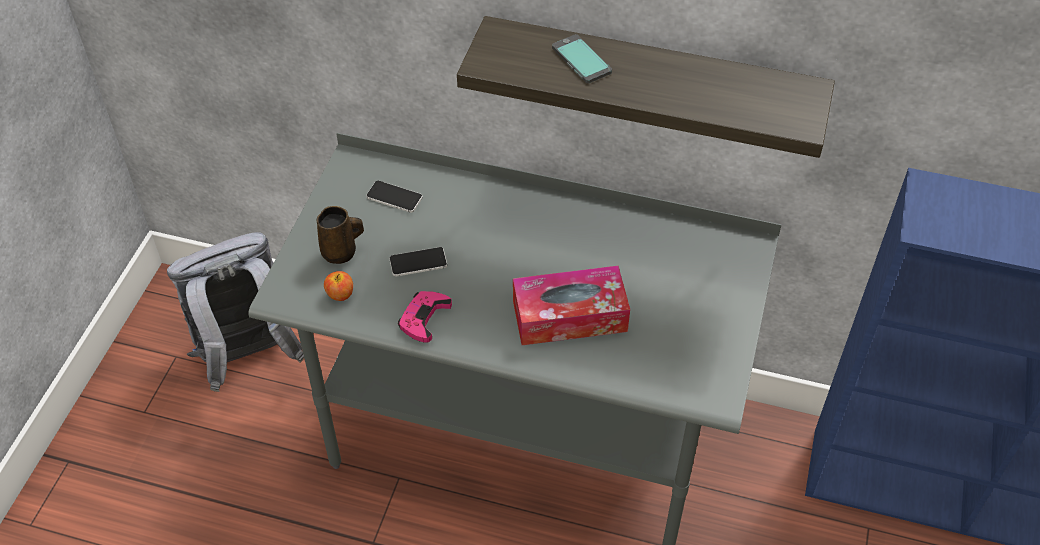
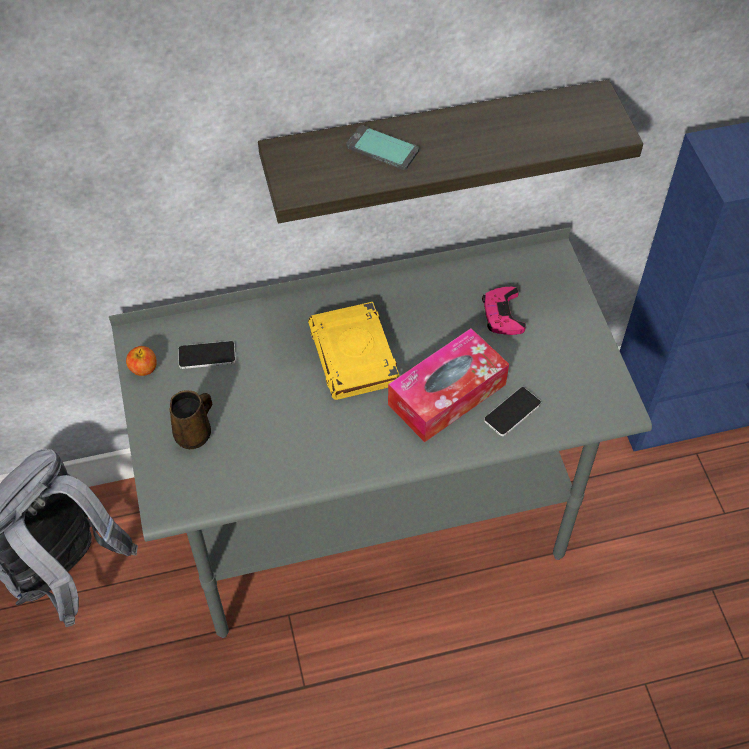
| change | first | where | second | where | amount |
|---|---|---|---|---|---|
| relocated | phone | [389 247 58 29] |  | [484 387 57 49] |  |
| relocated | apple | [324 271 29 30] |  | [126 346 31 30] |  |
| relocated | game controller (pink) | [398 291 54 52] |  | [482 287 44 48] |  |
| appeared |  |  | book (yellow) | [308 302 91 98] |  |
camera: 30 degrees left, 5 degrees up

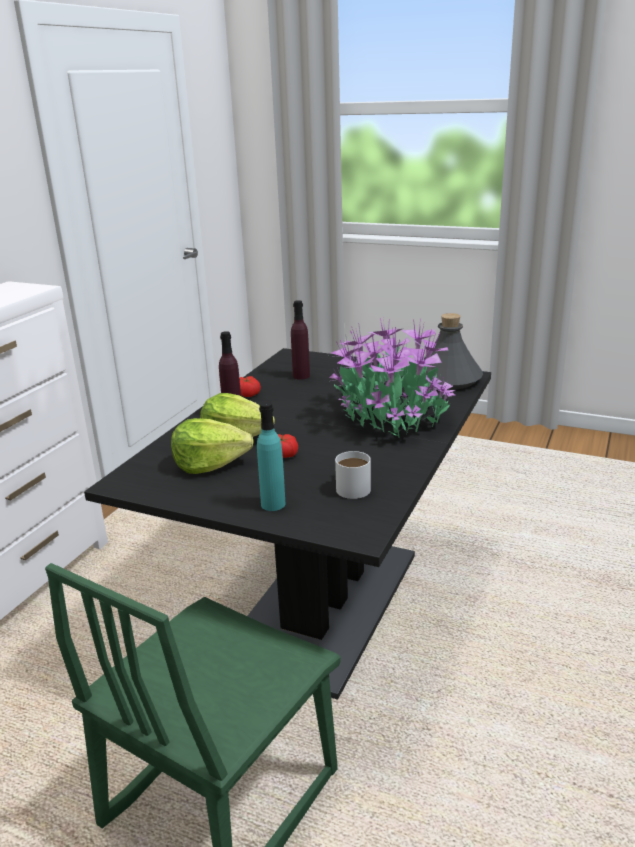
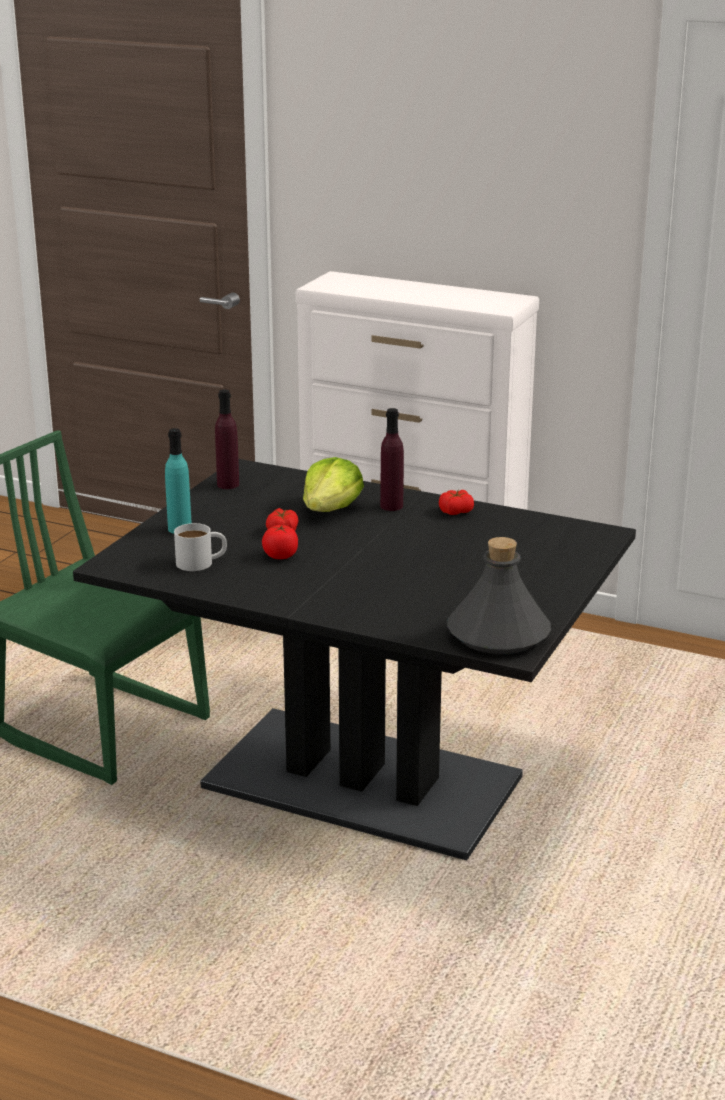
| change | first | where | second | where | amount |
|---|---|---|---|---|---|
| relocated | bottle (purple) | [291 300 19 80] |  | [215 389 24 100] |  |
| missing | potted plant | [329 317 126 121] |  |  |  |
| missing | lettuce | [171 418 83 56] |  |  |  |
| appeared |  |  | tomato | [262 525 36 34] |  |
camera: 90 degrees right, 0 degrees up

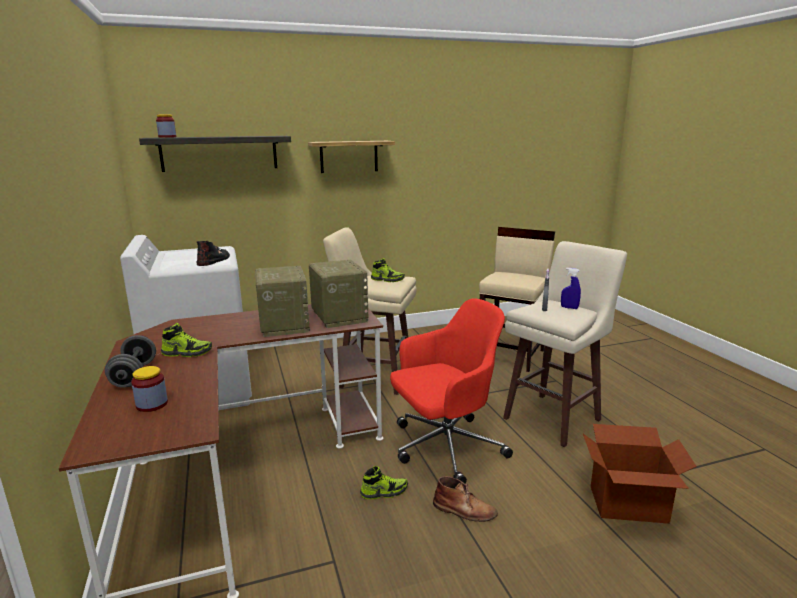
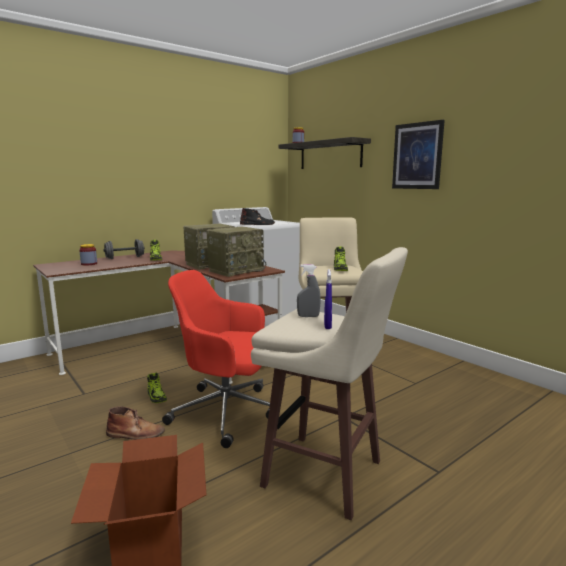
| change | first | where | second | where | amount |
|---|---|---|---|---|---|
| exchanged | shelf | [308 141 87 32] | picture | [392 120 53 69] |  |
| missing | stool (beige) | [479 227 76 145] |  |  |  |
| spun | office chair (red) | [390 298 123 186] |  | [162 270 108 178] | 150 degrees clockwise |
| spun | boot (brown) | [433 476 65 46] |  | [106 406 59 34] | 90 degrees counterclockwise |
camera: 70 degrees right, 5 degrees down

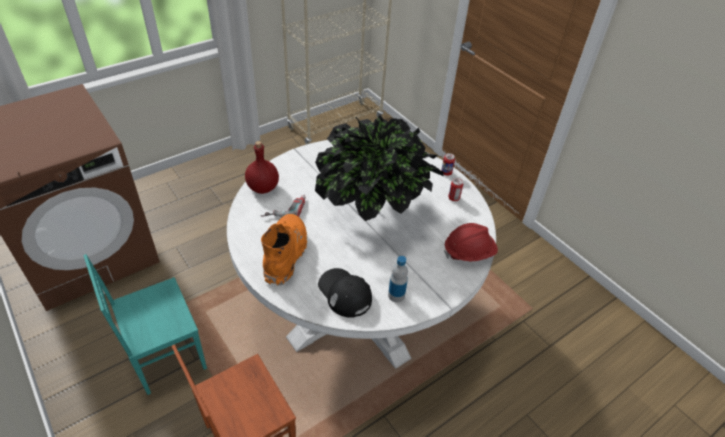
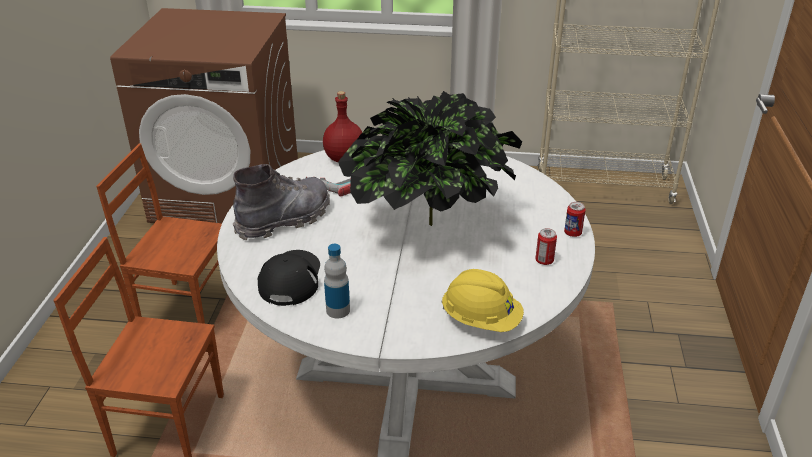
| change | first | where | second | where | amount |
|---|---|---|---|---|---|
| colour | boot (orange) | [261 214 46 71] | boot (grey) | [233 164 97 77] |  |
| colour | hard hat (red) | [444 223 54 38] | hard hat (yellow) | [442 269 82 63] |  |
| colour | chair (turquoise) | [84 254 123 141] | chair (brown) | [96 144 126 180] |  |
camera: 45 degrees right, 10 degrees down

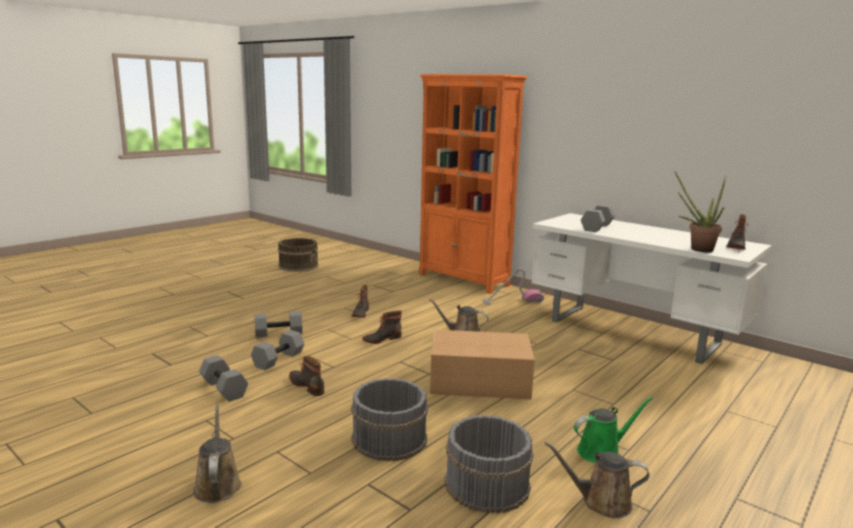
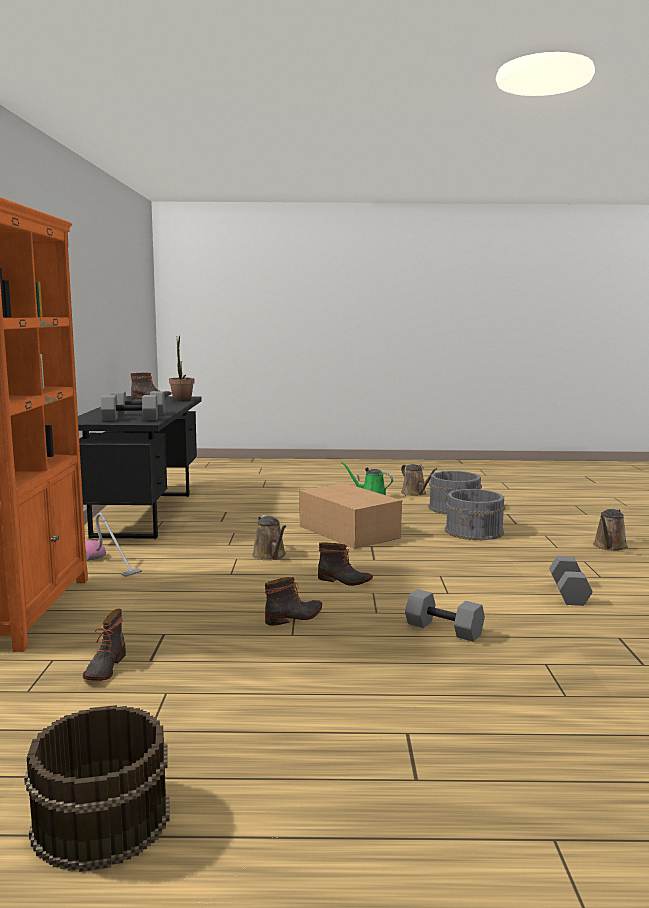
| change | first | where | second | where | amount |
|---|---|---|---|---|---|
| colour | desk (white) | [532 213 240 151] | desk (black) | [78 396 124 143] |  |
| relocated | dumbbell (grey) | [251 330 53 40] |  | [101 395 57 26] |  |
| relocated | boot | [289 356 35 40] |  | [83 609 43 72] |  |
camera: 130 degrees left, 5 degrees down

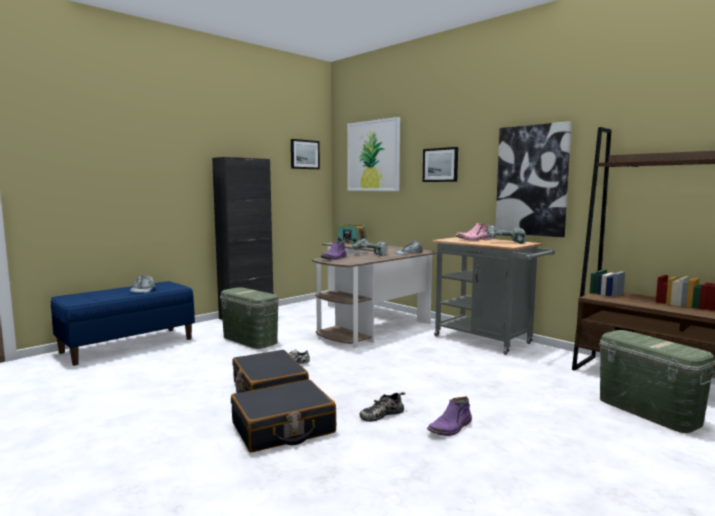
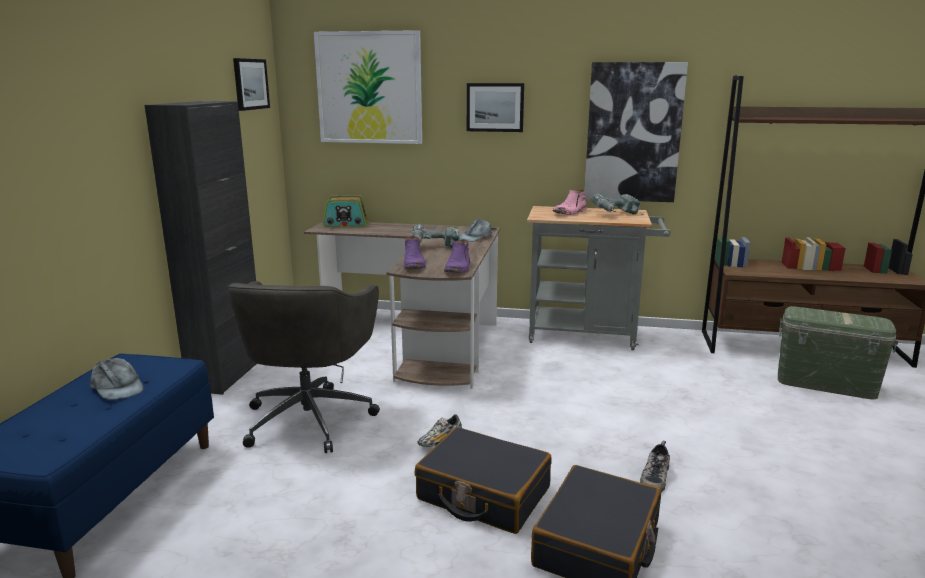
| change | first | where | second | where | amount |
|---|---|---|---|---|---|
| exchanged | storage box (green) | [220 287 59 62] | office chair (grey) | [227 281 153 172] |  |
| relocated | boot (purple) | [427 397 45 39] |  | [444 239 26 34] |  |
camera: 35 degrees left, 10 degrees up

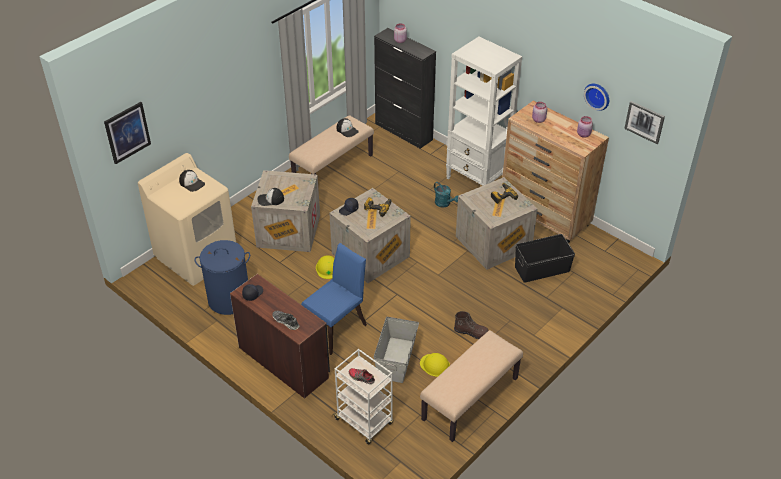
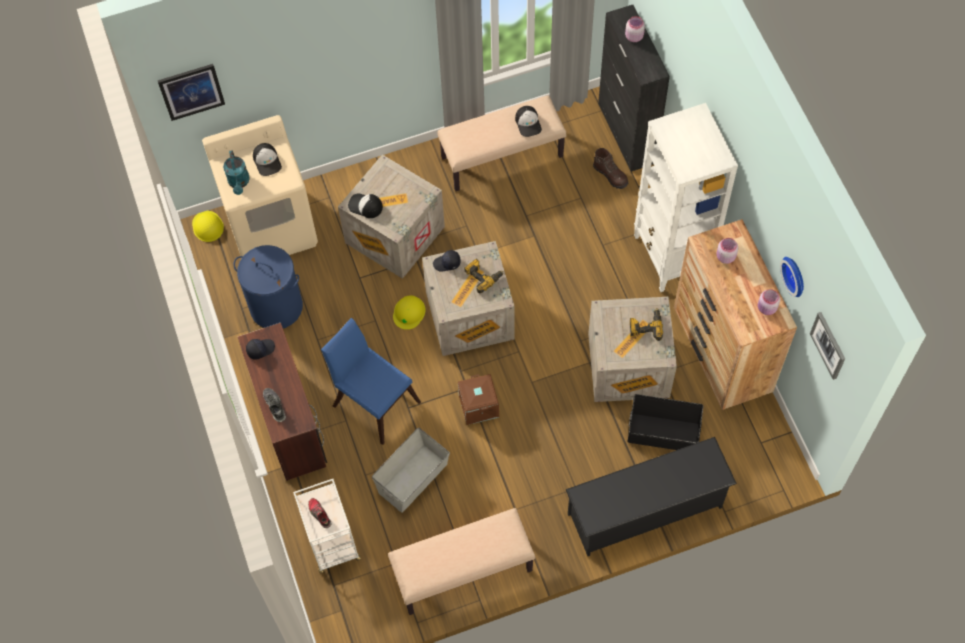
| change | first | where | second | where | amount |
|---|---|---|---|---|---|
| relocated | watering can (turquoise) | [434 182 24 26] |  | [223 150 27 45] |  |
| spun | chair (blue) | [301 243 66 112] |  | [321 318 100 127] | 120 degrees counterclockwise |
| relocated | boot (brown) | [454 311 35 29] |  | [593 148 35 41] |  |
| relocated | hard hat (yellow) | [420 353 30 24] |  | [192 211 32 31] |  |
| appeared |  |  | storage box (brown) | [458 374 41 51] |  |
| appeared |  |  | shoe rack (black) | [566 437 171 119] |  |
camera: 30 degrees right, 20 degrees up

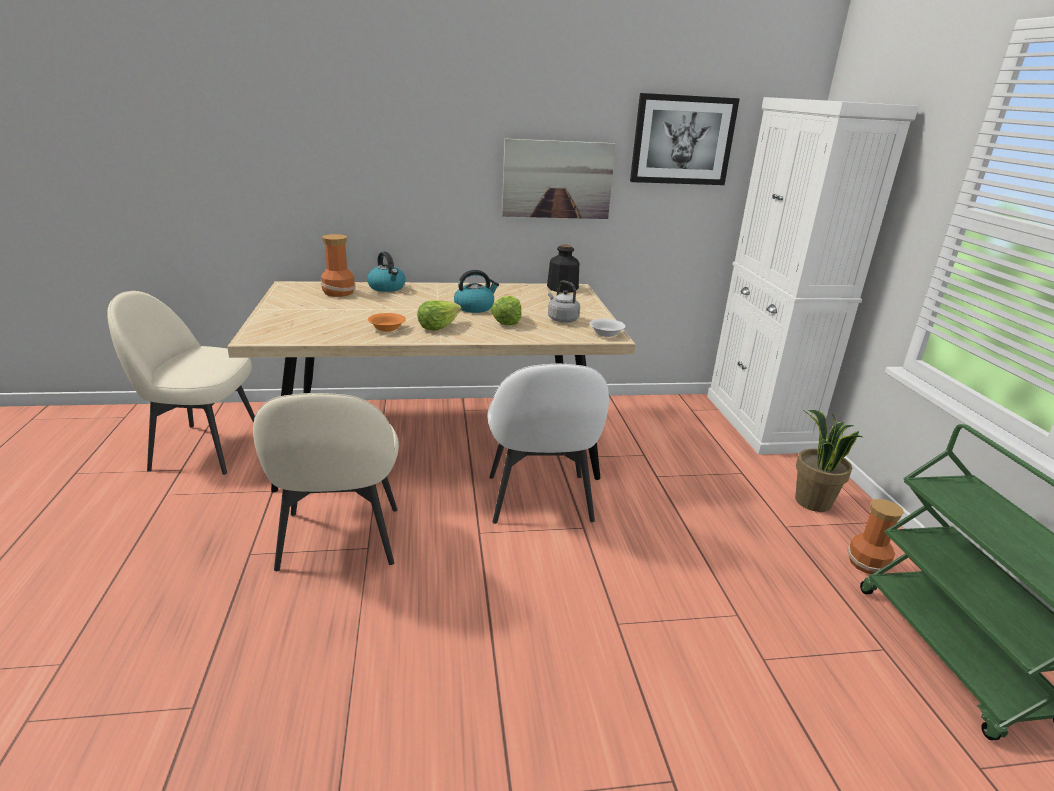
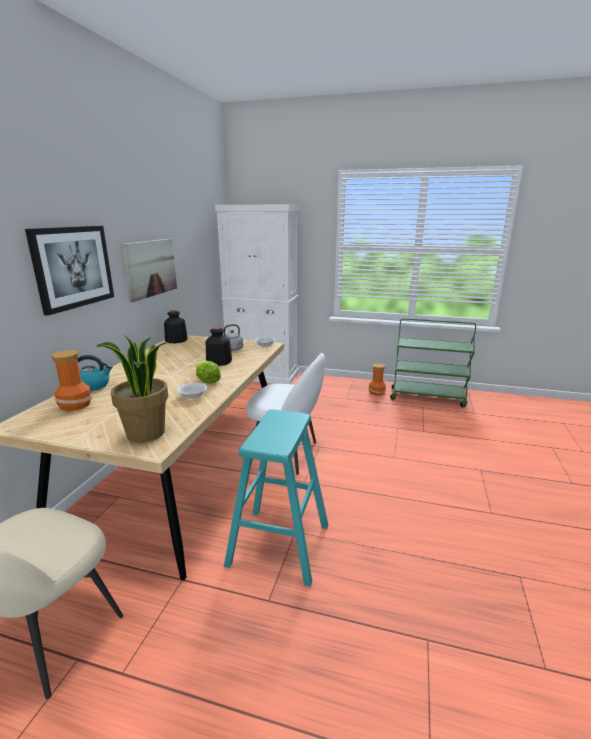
| change | first | where | second | where | amount |
|---|---|---|---|---|---|
| relocated | picture | [630 93 110 92] |  | [25 226 89 90] |  |
| missing | kettle | [454 270 45 43] |  |  |  |
| exchanged | lettuce | [491 295 31 30] | bottle | [206 327 26 39] |  |
| colour | bowl (orange) | [368 313 38 19] | bowl (white) | [177 383 30 16] |  |
| exchanged | chair (beige) | [253 393 146 178] | stool (turquoise) | [224 409 104 178] |  |
| relocated | potted plant | [795 410 68 102] |  | [96 336 72 107] |  |
camera: 65 degrees left, 5 degrees down

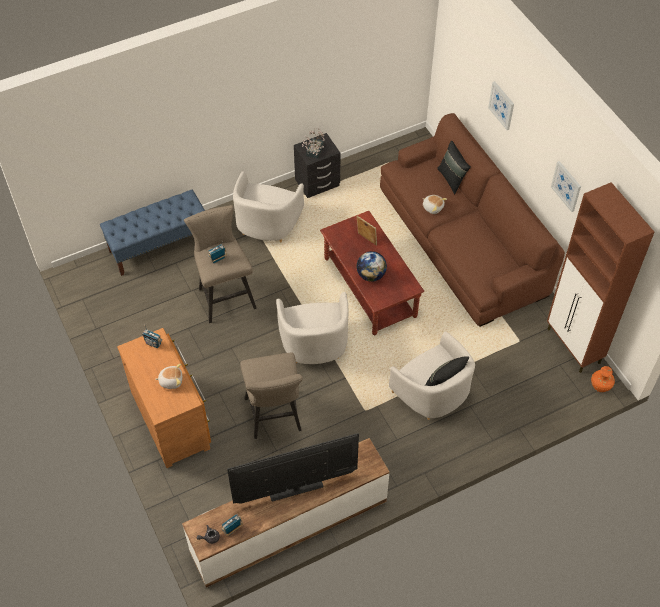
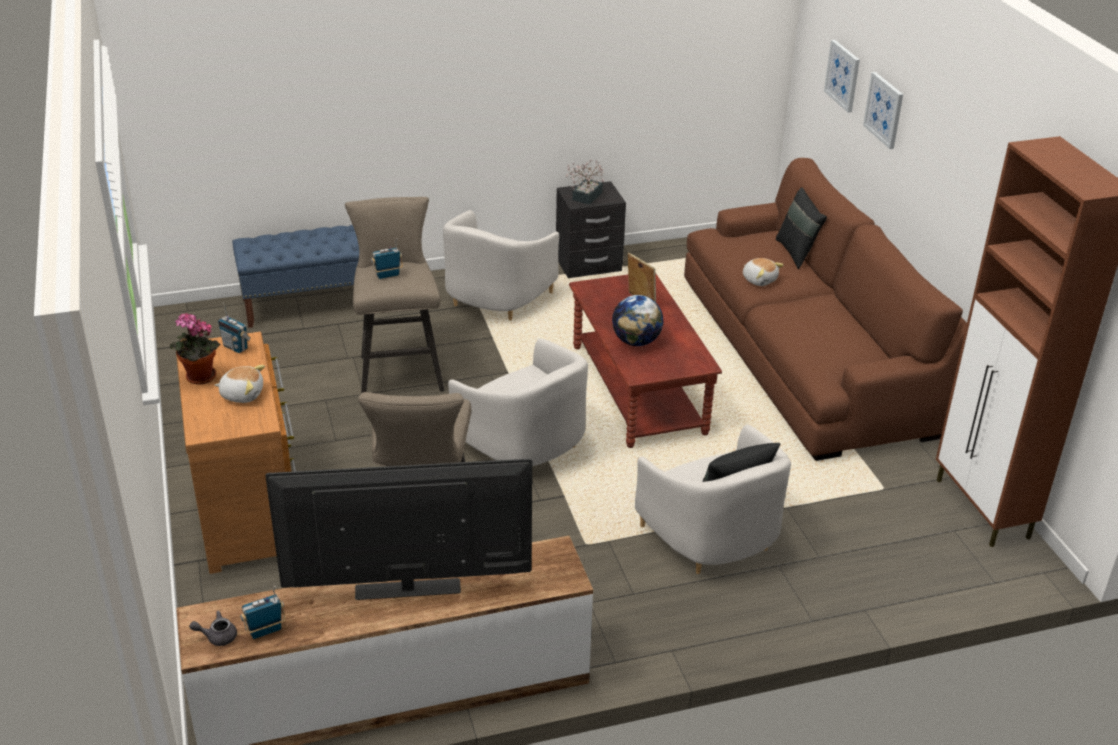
| change | first | where | second | where | amount |
|---|---|---|---|---|---|
| relocated | picture | [551 161 30 51] |  | [824 40 36 73] |  |
| spun | armchair (white) | [276 292 73 72] |  | [448 338 140 128] | 45 degrees counterclockwise |
| missing | vase (orange) | [591 366 24 26] |  |  |  |
| appeared |  |  | potted plant | [170 313 50 72] |  |
camera: 10 degrees right, 20 degrees down

